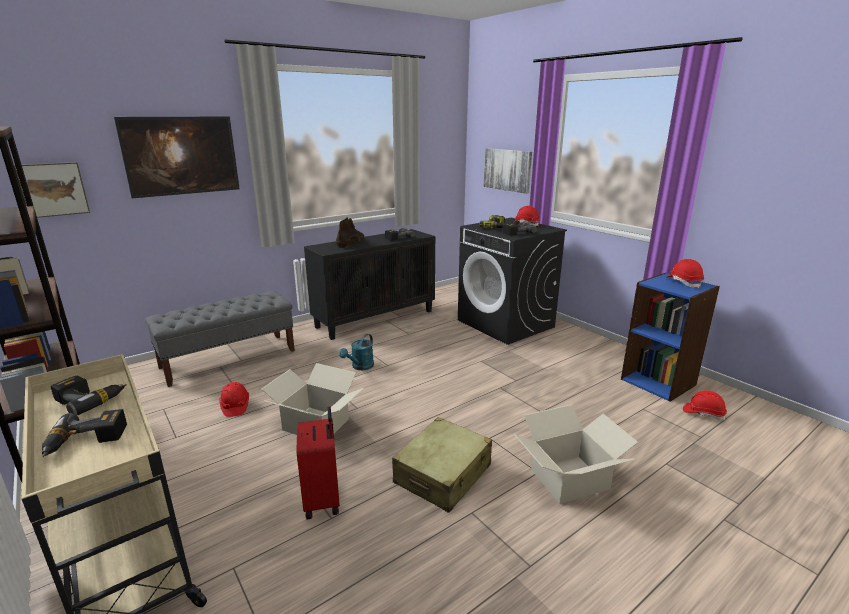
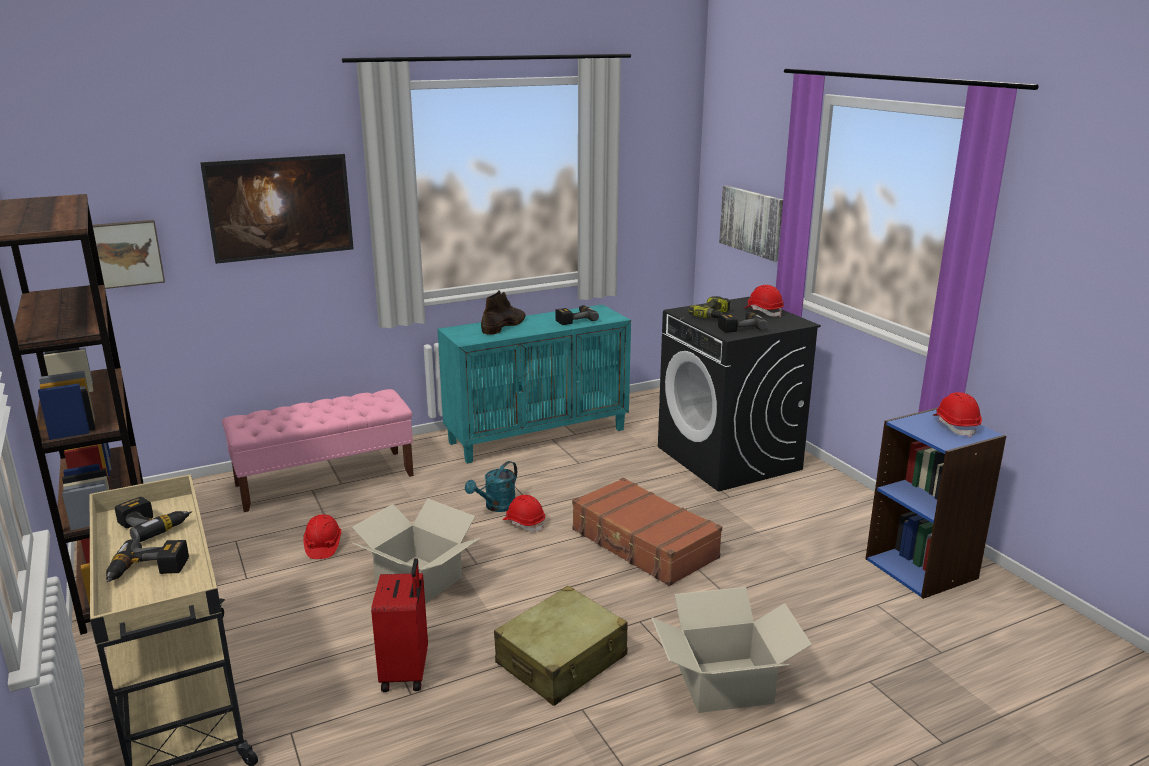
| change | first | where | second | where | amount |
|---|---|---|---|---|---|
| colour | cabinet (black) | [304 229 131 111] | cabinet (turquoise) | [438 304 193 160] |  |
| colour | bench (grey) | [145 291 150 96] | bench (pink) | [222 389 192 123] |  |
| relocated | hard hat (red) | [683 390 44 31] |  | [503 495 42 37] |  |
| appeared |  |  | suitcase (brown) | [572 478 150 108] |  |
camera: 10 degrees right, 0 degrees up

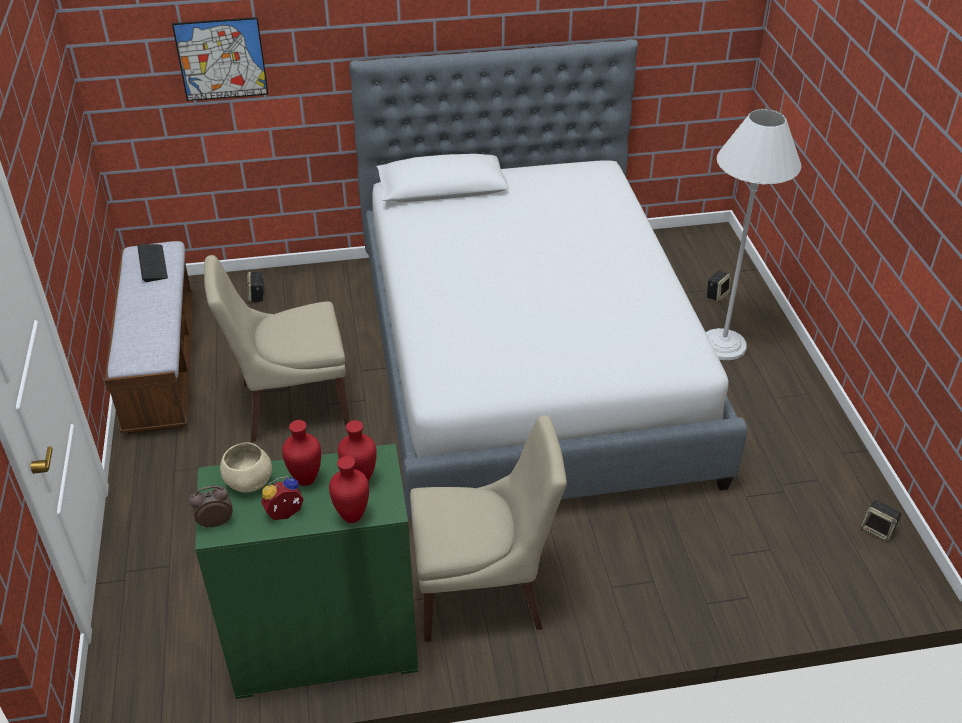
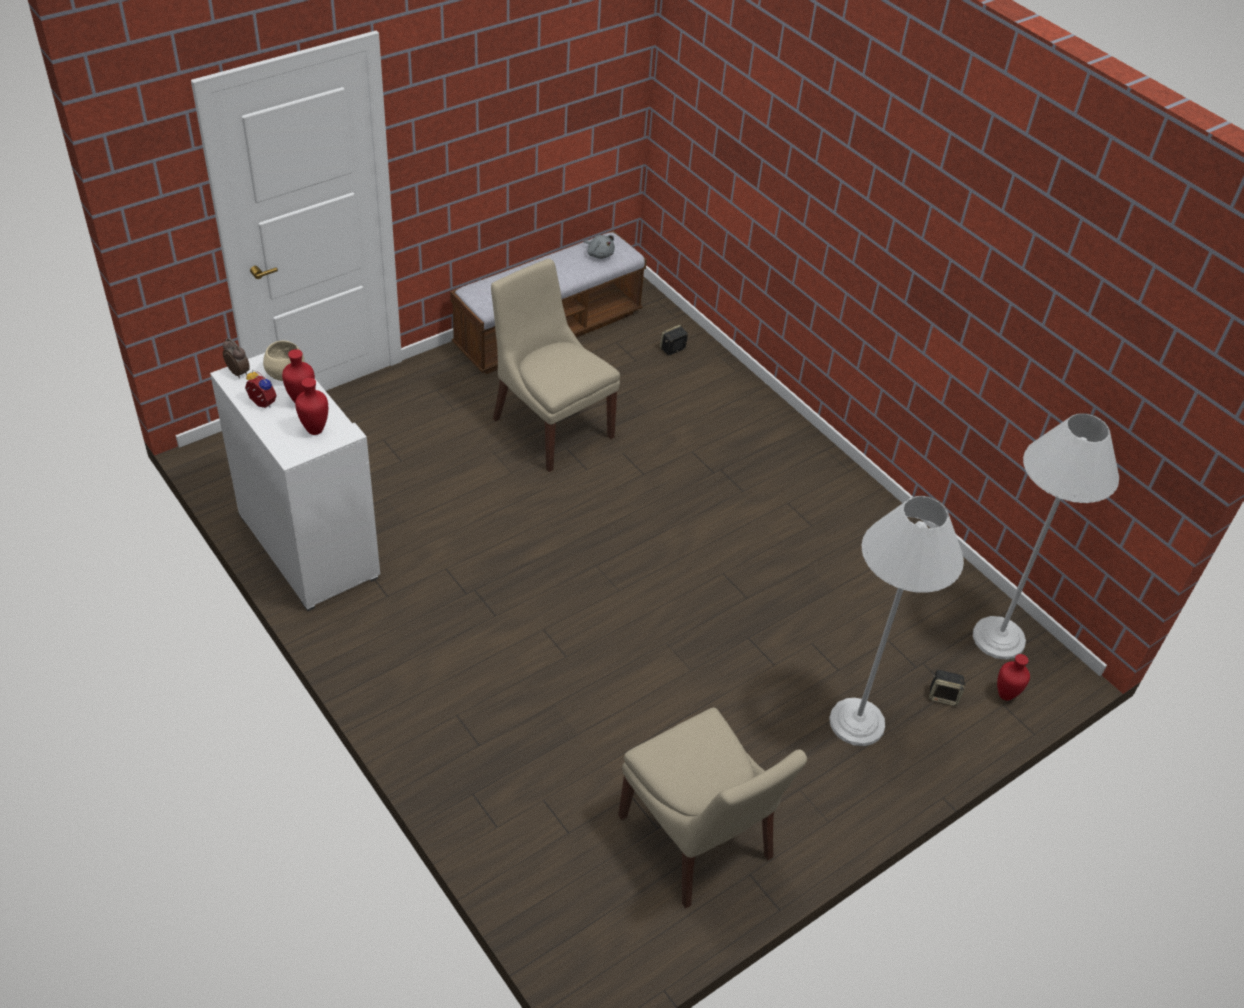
| change | first | where | second | where | amount |
|---|---|---|---|---|---|
| missing | picture | [172 17 96 84] |  |  |  |
| missing | bed | [349 39 399 480] |  |  |  |
| exchanged | keyboard | [137 244 31 38] | plush toy (grey) | [583 235 32 24] |  |
| relocated | chair (beige) | [410 415 157 227] |  | [618 708 189 200] |  |
| colour | cabinet (green) | [195 444 223 255] | cabinet (white) | [210 353 170 258] |  |
| relocated | vase (red) | [329 456 40 67] |  | [997 654 33 47] |  |
| missing | speaker | [861 500 41 41] |  |  |  |
| appeared |  |  | floor lamp (white) | [973 413 146 247] |  |
camera: 60 degrees right, 5 degrees up

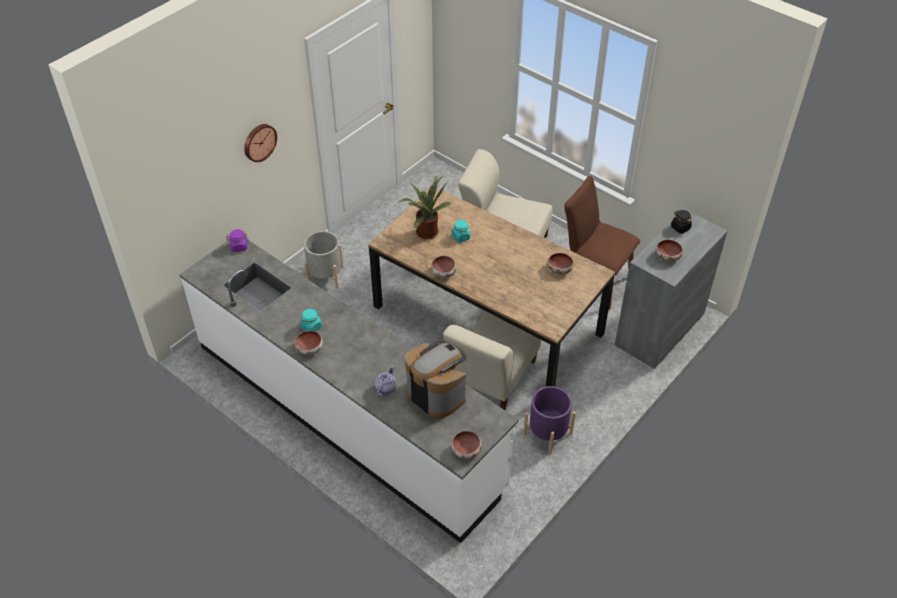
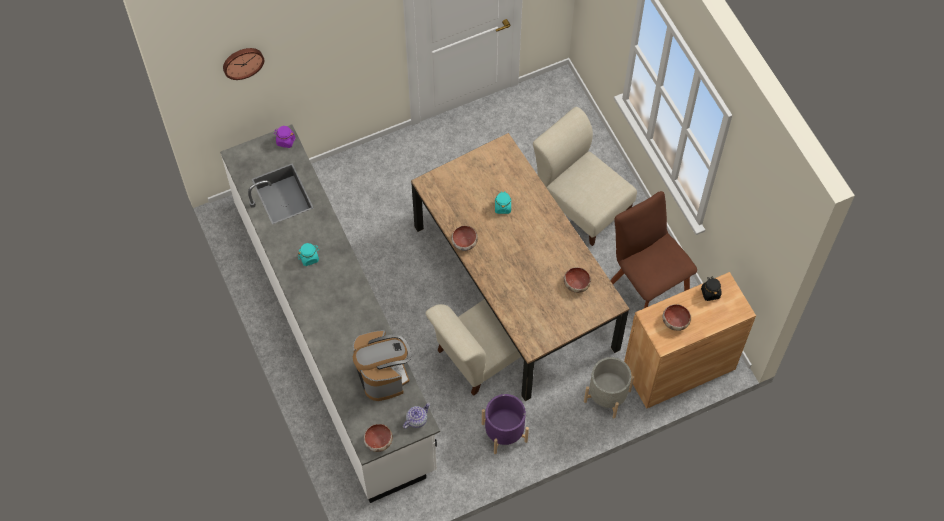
| change | first | where | second | where | amount |
|---|---|---|---|---|---|
| relocated | wall clock | [244 124 33 38] |  | [223 48 41 32] |  |
| missing | potted plant | [397 176 56 64] |  |  |  |
| colour | cabinet (grey) | [615 209 112 160] | cabinet (brown) | [624 272 132 137] |  |
| relocated | planter (grey) | [304 231 39 58] |  | [584 357 50 61] |  |
| missing | bowl | [294 331 29 24] |  |  |  |
| relocated | teapot | [375 366 22 31] |  | [403 403 27 26] |  |
camera: 25 degrees right, 15 degrees up

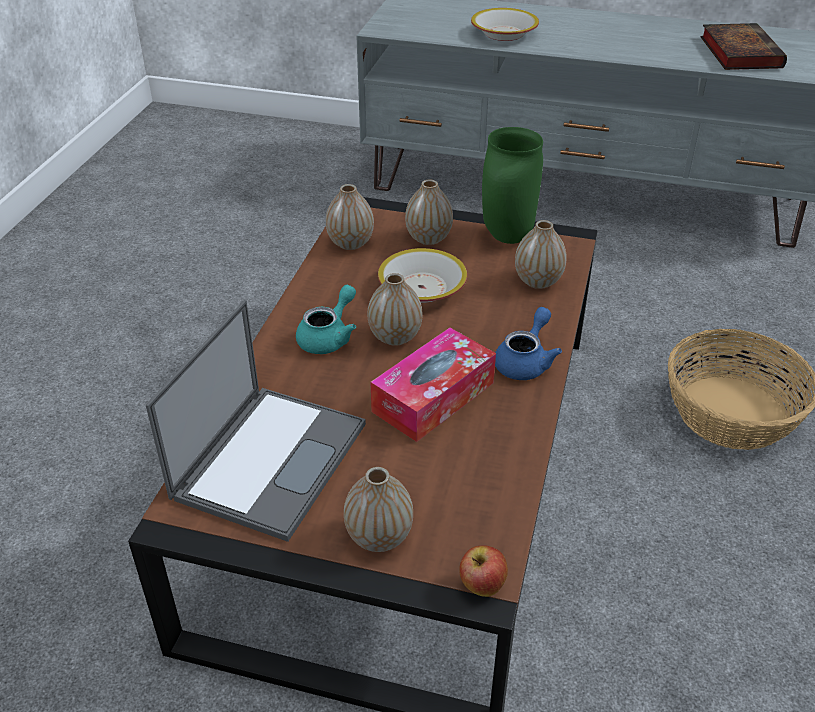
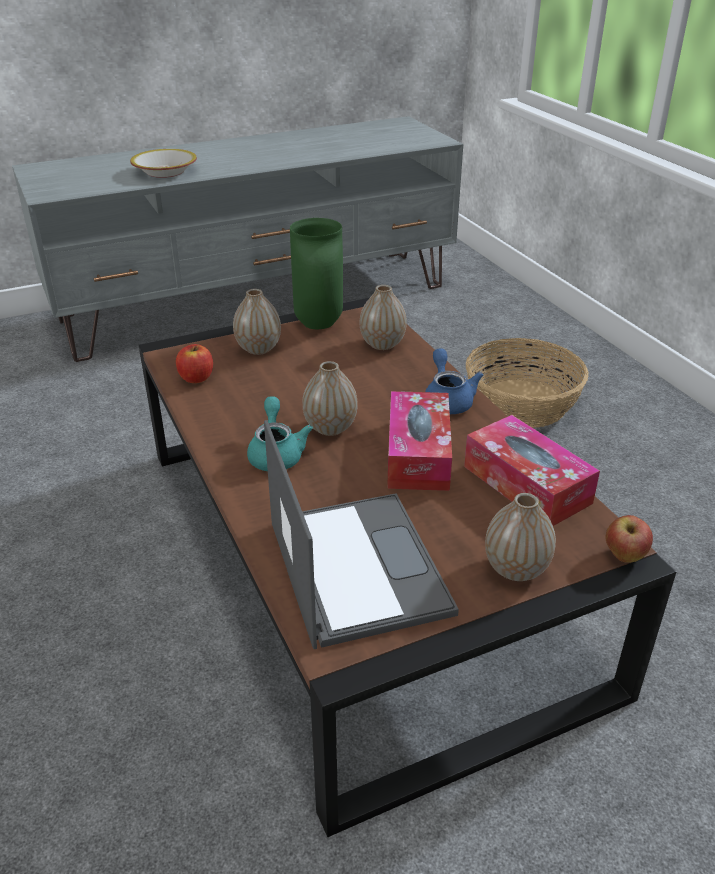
| change | first | where | second | where | amount |
|---|---|---|---|---|---|
| missing | book | [701 23 86 47] |  |  |  |
| exchanged | vase | [326 184 48 66] | apple | [176 344 37 39] |  |
| missing | bowl | [378 248 89 55] |  |  |  |
| appeared |  |  | tissue box | [464 415 136 111] |  |
camera: 40 degrees left, 5 degrees down

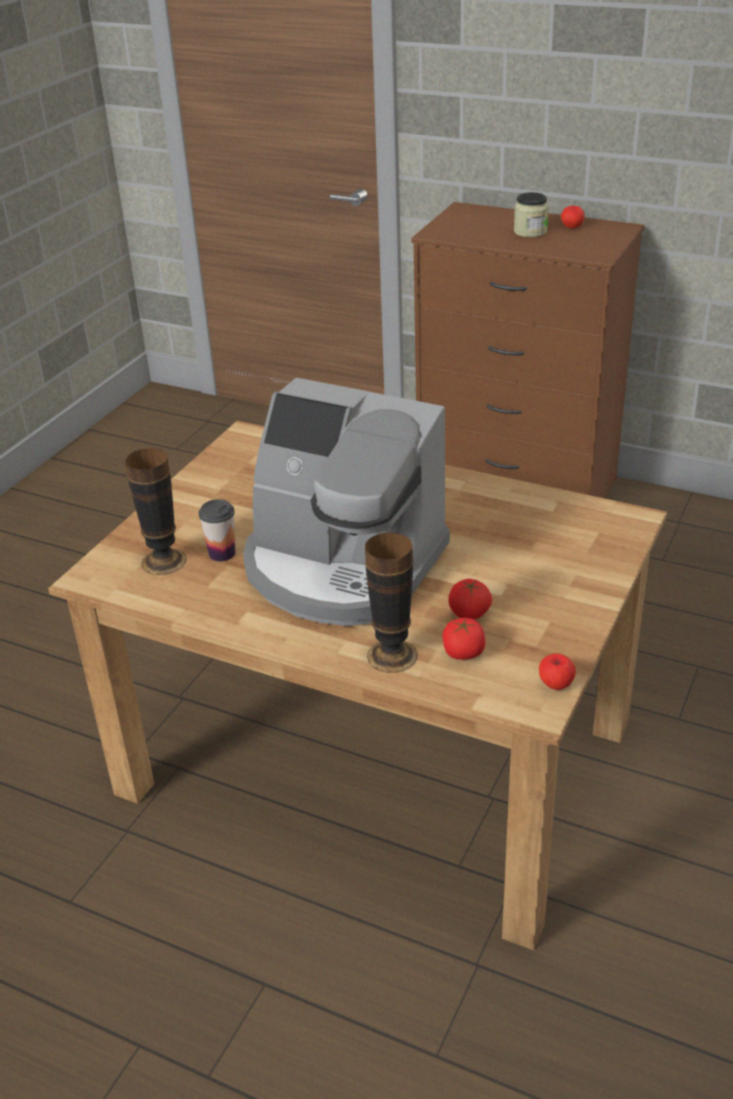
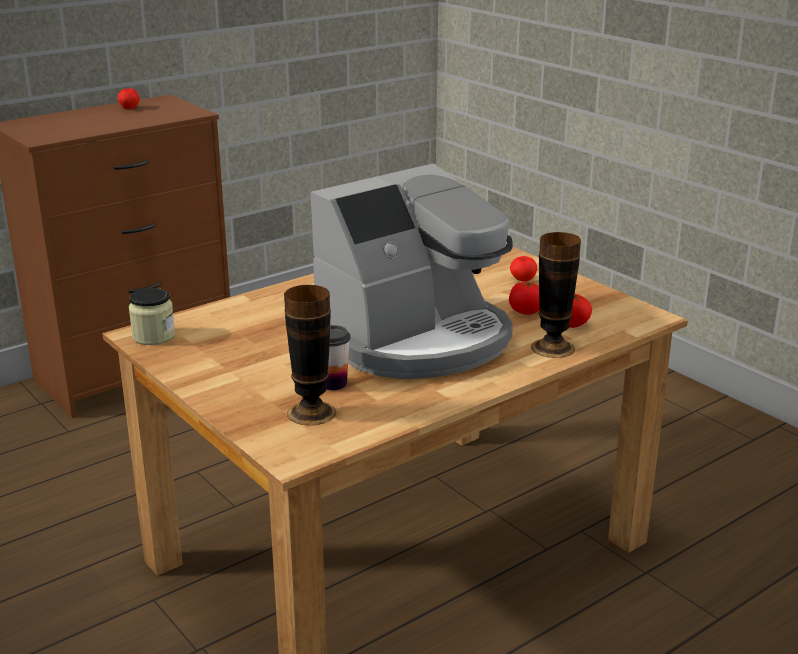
| change | first | where | second | where | amount |
|---|---|---|---|---|---|
| relocated | jar | [514 192 35 46] |  | [129 288 46 57] |  |
| relocated | apple | [539 653 37 37] |  | [510 256 27 26] |  |
camera: 65 degrees left, 10 degrees down

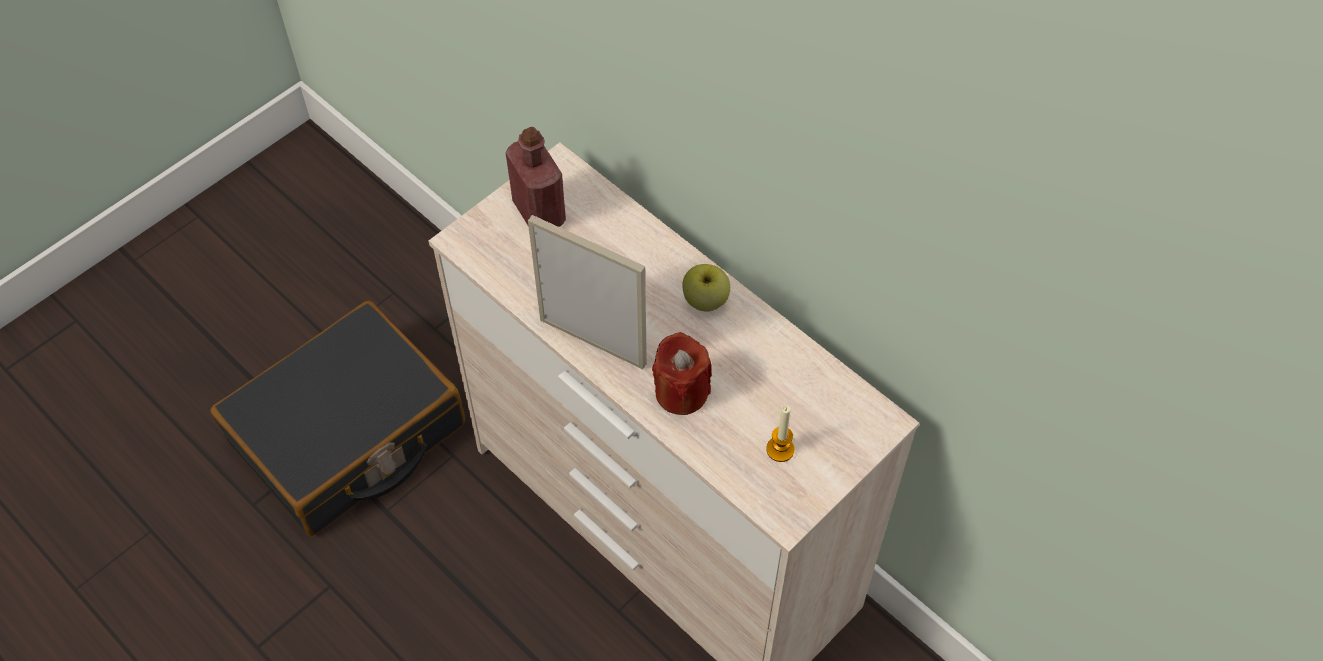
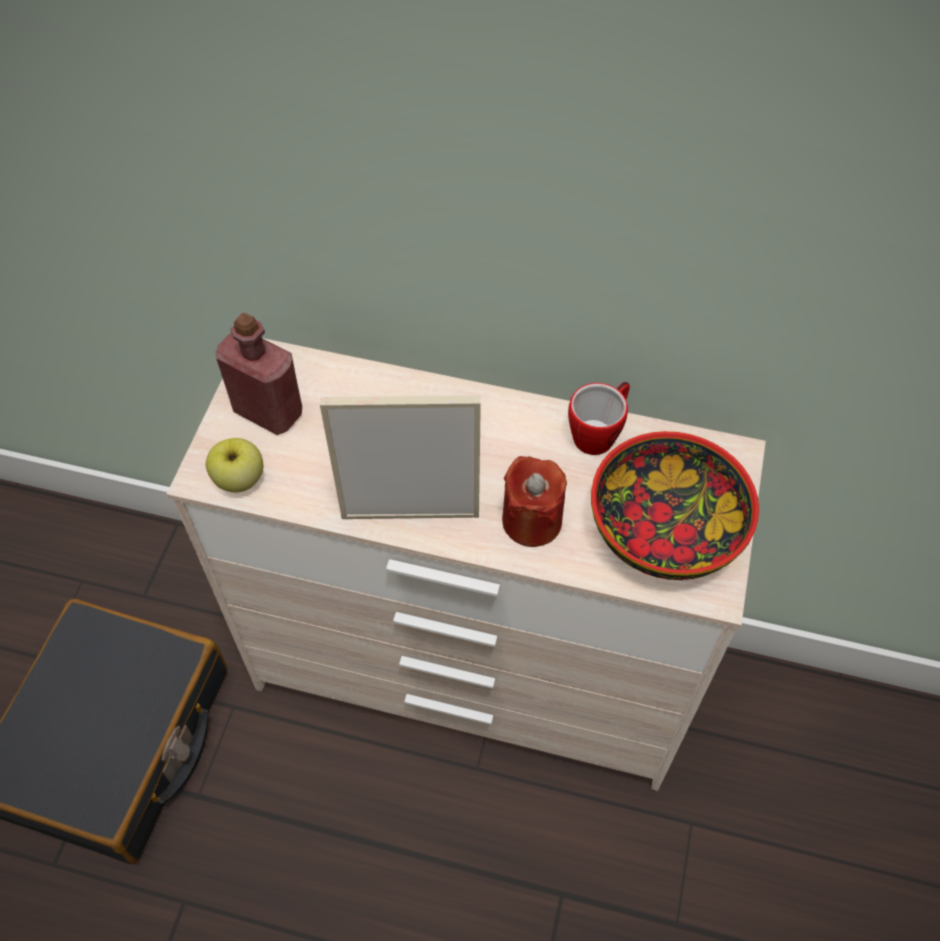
| change | first | where | second | where | amount |
|---|---|---|---|---|---|
| relocated | apple | [683 264 47 47] |  | [206 438 57 54] |  |
| exchanged | candle | [766 405 29 57] | bowl | [591 431 168 149] |  |
| appeared |  |  | mug | [568 382 62 73] |  |
camera: 30 degrees left, 0 degrees up

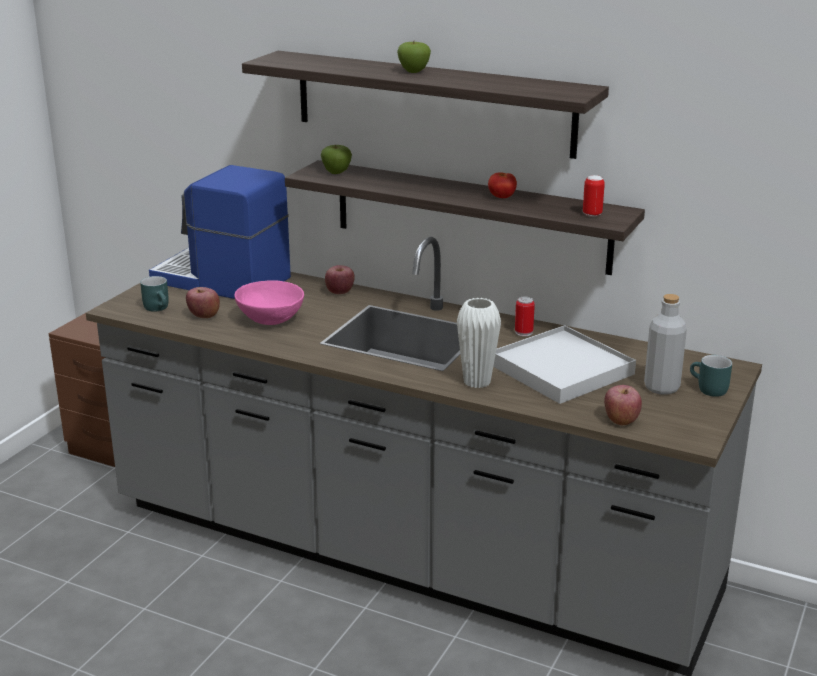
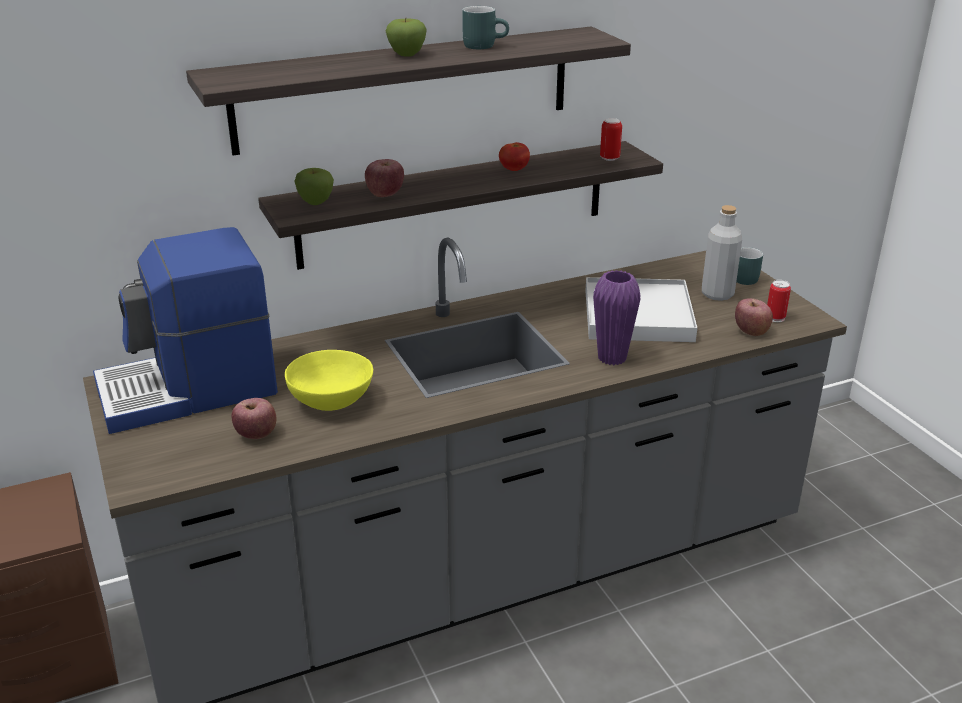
| change | first | where | second | where | amount |
|---|---|---|---|---|---|
| relocated | apple | [325 265 30 29] |  | [365 159 39 38] |  |
| relocated | mug (turquoise) | [140 276 29 36] |  | [462 6 47 43] |  |
| colour | bowl (pink) | [235 281 69 44] | bowl (yellow) | [285 350 88 61] |  |
| relocated | can | [515 297 20 39] |  | [767 280 24 42] |  |
| colour | vase (white) | [457 298 44 90] | vase (purple) | [593 270 48 95] |  |
camera: 50 degrees left, 5 degrees up

